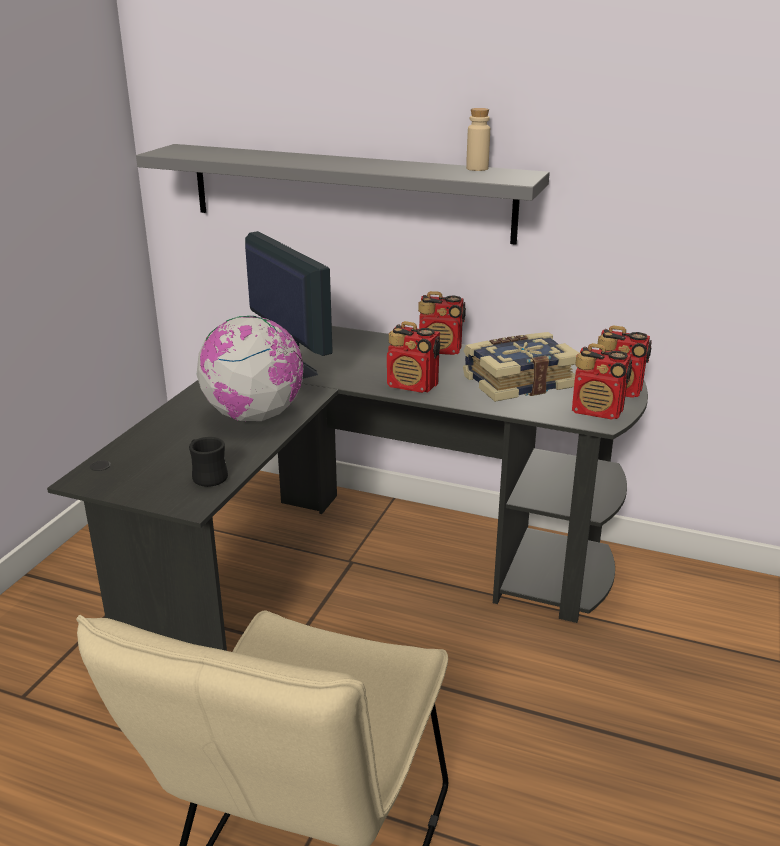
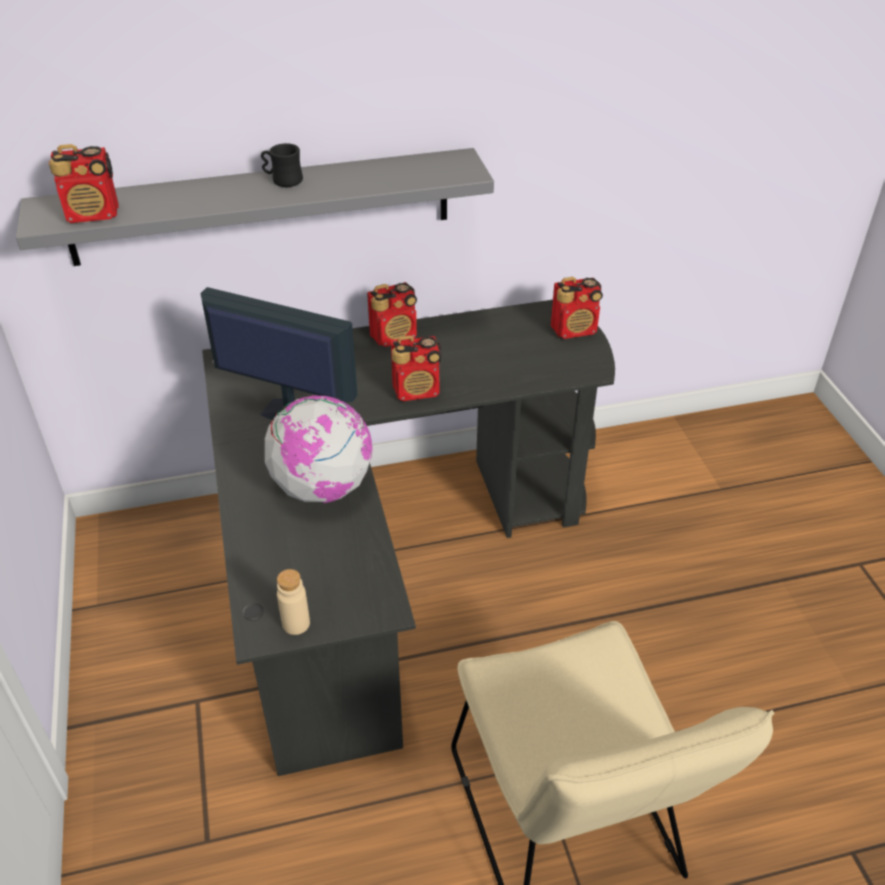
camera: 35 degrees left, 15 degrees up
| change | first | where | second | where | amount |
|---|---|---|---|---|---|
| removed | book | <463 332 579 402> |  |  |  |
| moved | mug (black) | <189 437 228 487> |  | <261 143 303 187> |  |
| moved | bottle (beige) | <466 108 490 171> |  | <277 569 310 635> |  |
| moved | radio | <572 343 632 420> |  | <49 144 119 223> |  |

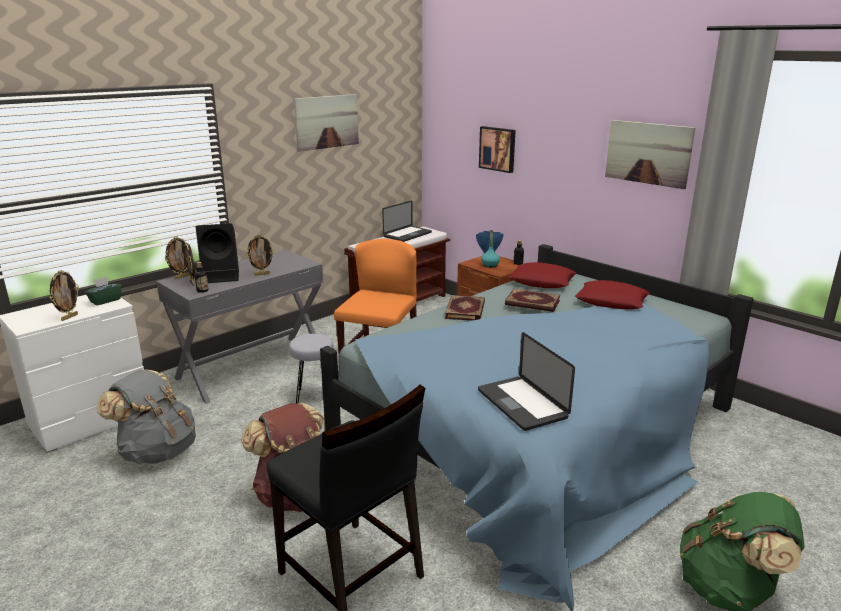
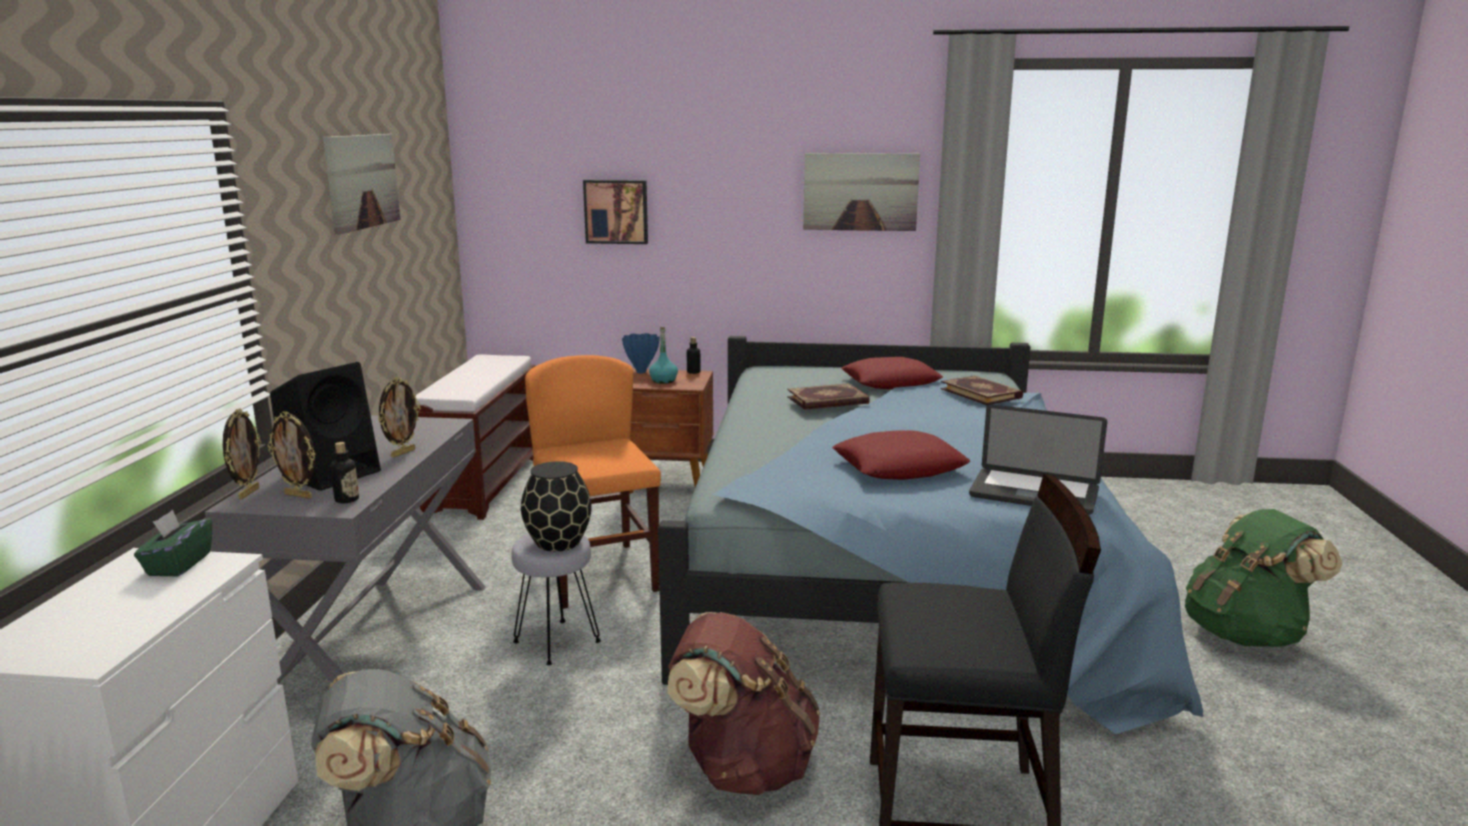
camera: 40 degrees left, 5 degrees down
| change | first | where | second | where | amount |
|---|---|---|---|---|---|
| removed | picture frame | <50 270 79 321> |  |  |  |
| removed | laptop | <382 200 432 242> |  |  |  |
| added |  |  | vase (black) | <521 461 592 552> |  |
| moved | book | <445 295 485 320> |  | <941 375 1023 405> |  |
| moved | pillow (red) | <508 262 577 288> |  | <832 430 970 480> |  |

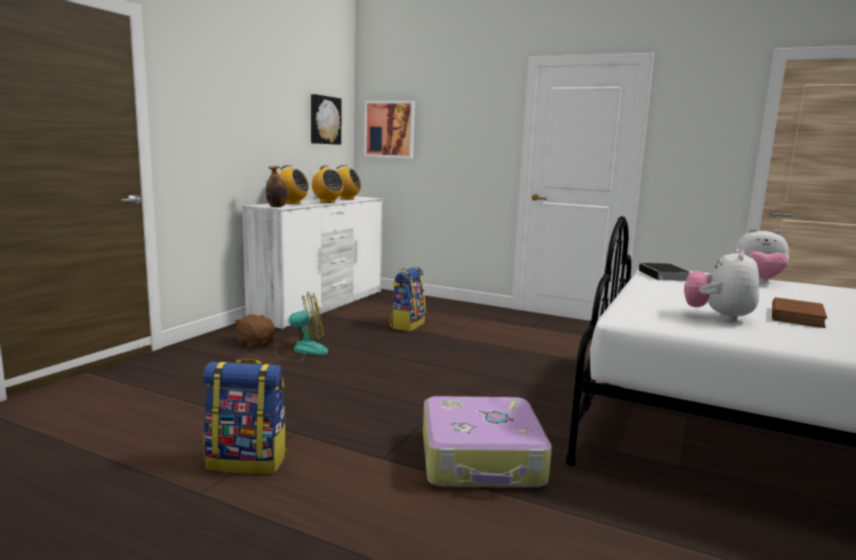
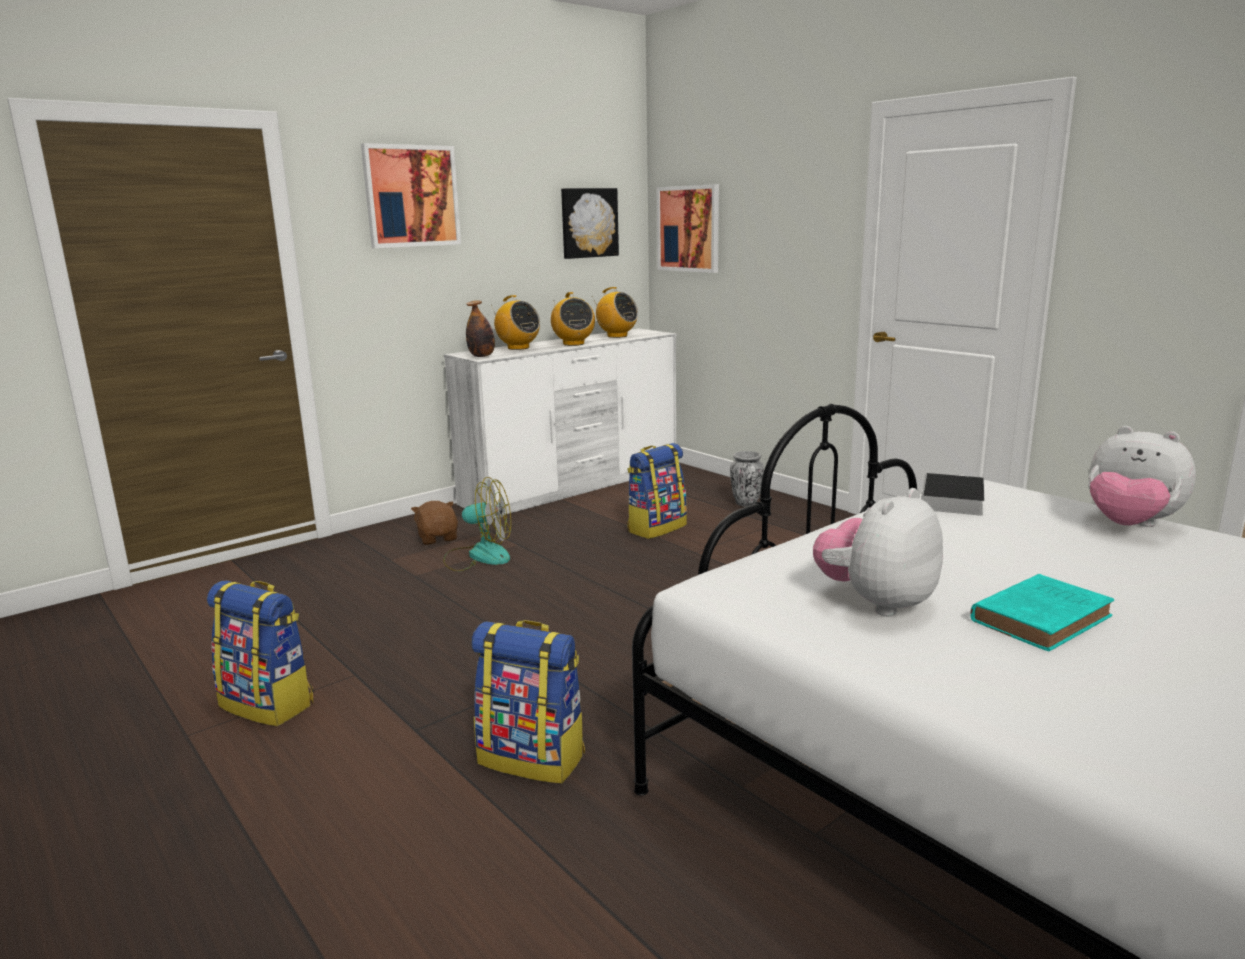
camera: 25 degrees right, 5 degrees up
| change | first | where | second | where | amount |
|---|---|---|---|---|---|
| added |  |  | picture | <361 143 461 248> |  |
| added |  |  | vase | <730 451 764 507> |  |
| replaced | suitcase | <423 396 552 488> | backpack | <472 620 585 783> |  |
| recoloured | book (brown) | <772 297 827 328> | book (turquoise) | <970 574 1114 651> |  |

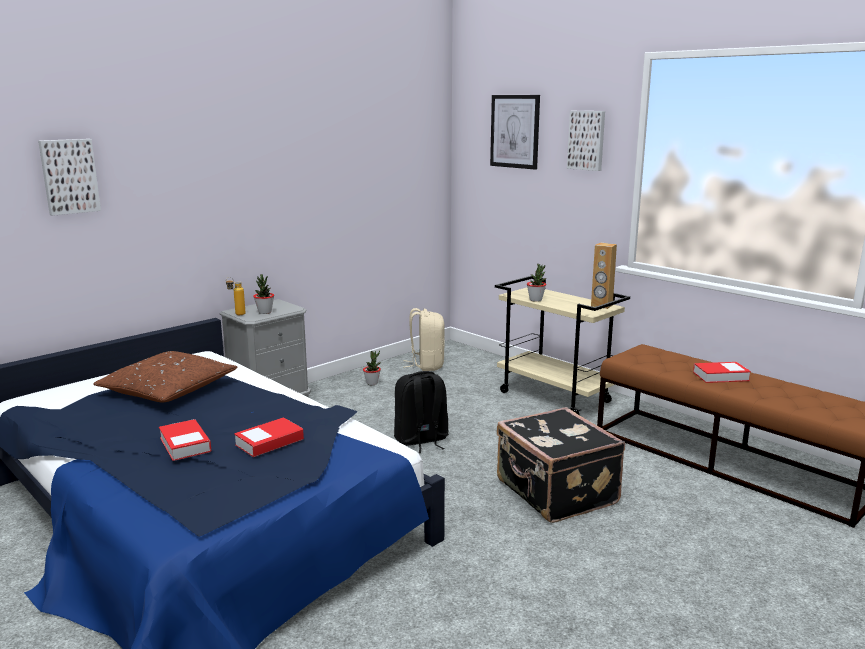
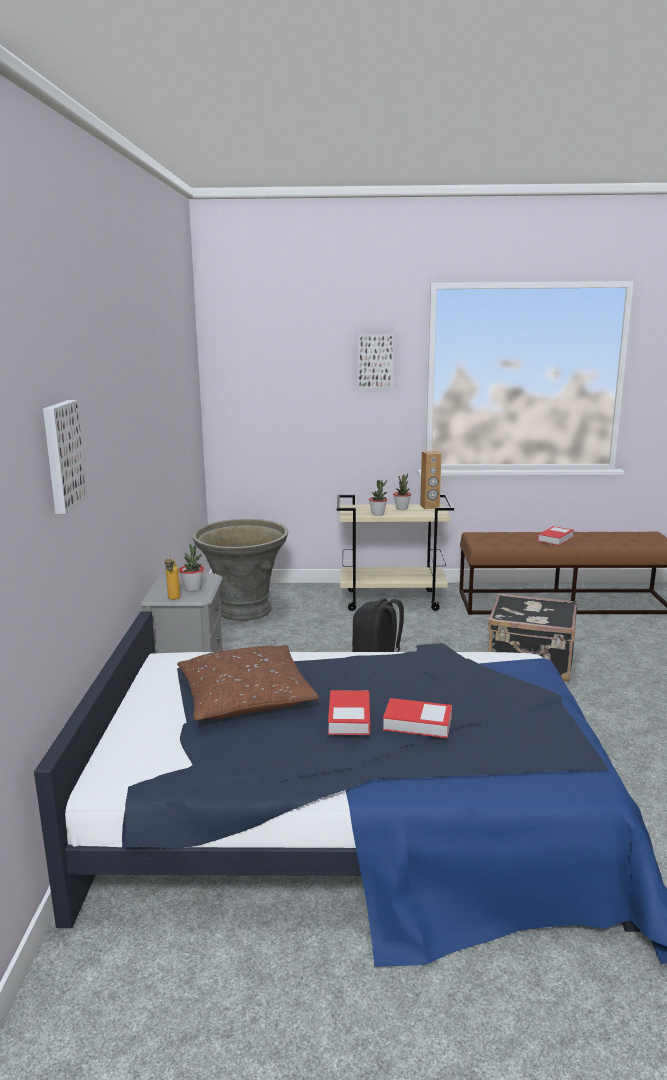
camera: 45 degrees left, 0 degrees up
| change | first | where | second | where | amount |
|---|---|---|---|---|---|
| removed | picture | <490 95 540 170> |  |  |  |
| moved | book | <234 417 304 457> |  | <328 690 370 735> |  |
| moved | potted plant | <363 351 381 385> |  | <393 474 411 510> |  |
| replaced | backpack (beige) | <403 308 445 371> | planter (grey) | <192 519 288 621> |  |

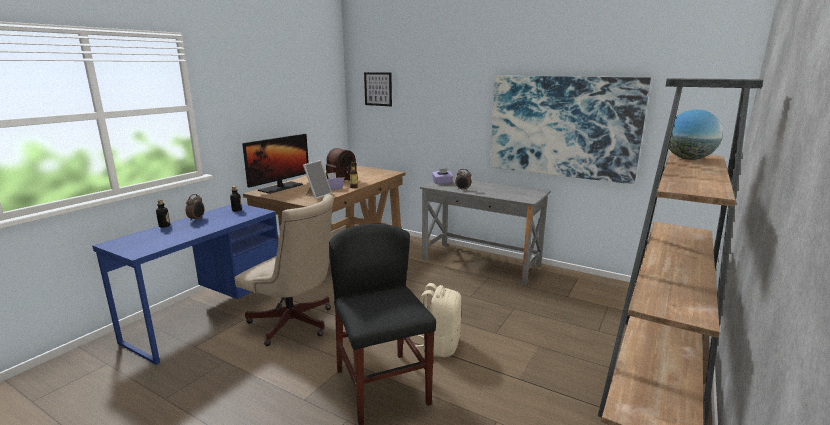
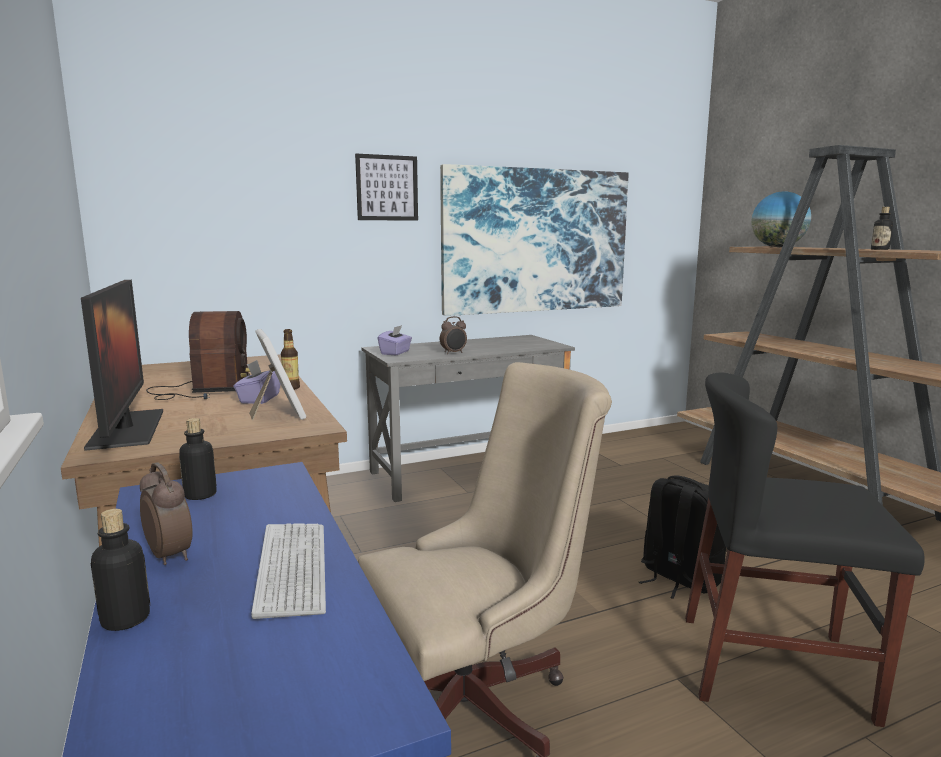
camera: 55 degrees left, 5 degrees down
| change | first | where | second | where | amount |
|---|---|---|---|---|---|
| added |  |  | keyboard | <251 523 326 619> |  |
| added |  |  | bottle | <871 207 893 250> |  |
| moved | picture | <364 72 392 106> |  | <355 154 418 221> |  |
| recoloured | backpack (beige) | <415 283 462 357> | backpack (black) | <639 475 727 599> |  |

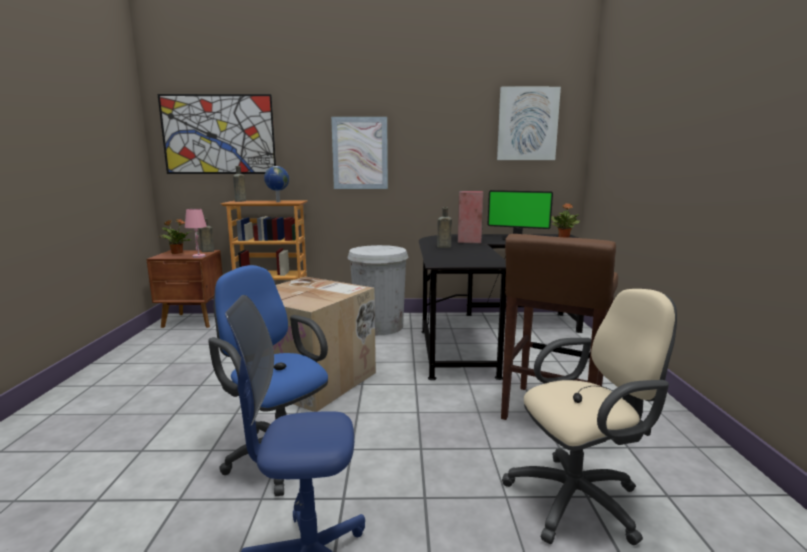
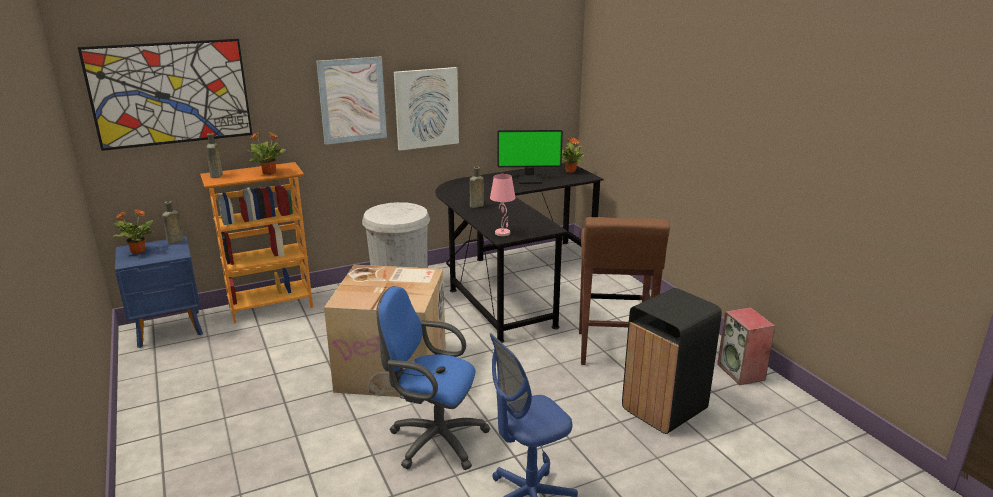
camera: 25 degrees left, 10 degrees up
| change | first | where | second | where | amount |
|---|---|---|---|---|---|
| moved | table lamp (pink) | <185 209 207 258> |  | <490 174 515 236> |  |
| moved | speaker | <458 191 484 243> |  | <717 307 775 385> |  |
| moved | picture | <497 87 561 160> |  | <394 67 459 151> |  |
| replaced | globe | <264 166 289 202> | potted plant | <247 132 286 175> |  |
| replaced | office chair (beige) | <502 289 677 545> | trash can (black) | <622 288 722 434> |  |
| recoloured | nightstand (brown) | <147 250 223 328> | nightstand (blue) | <115 236 203 348> |  |

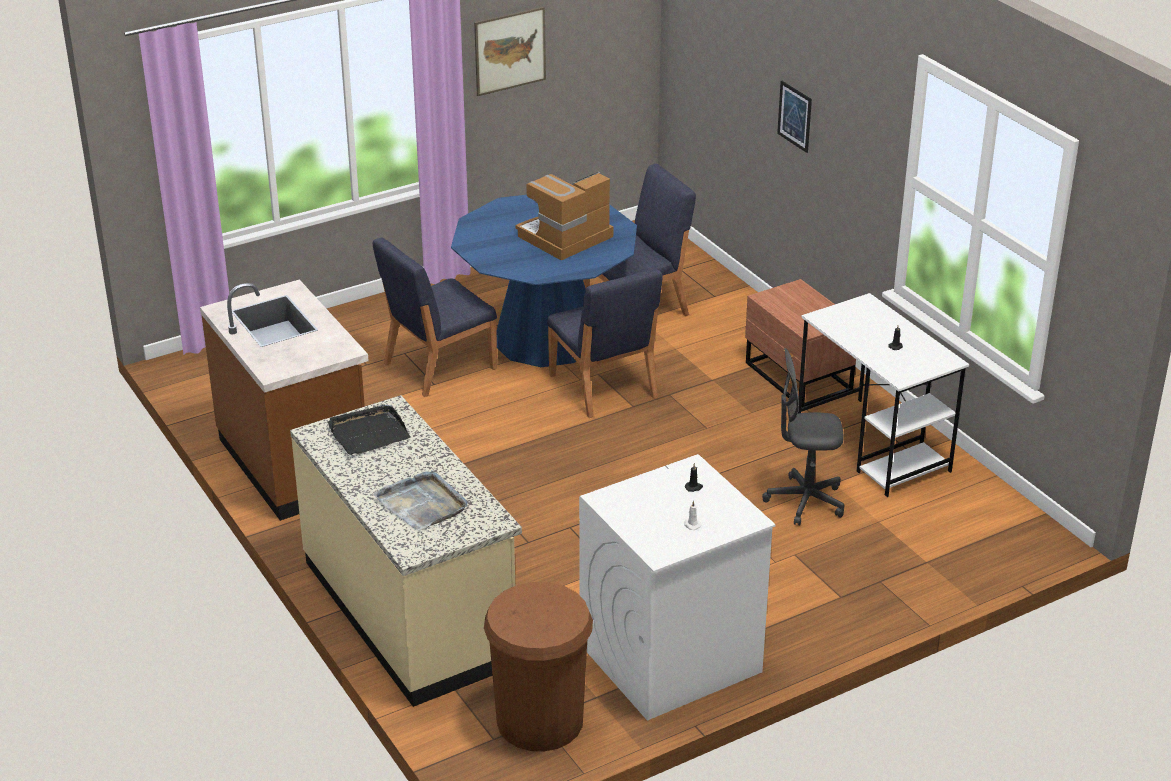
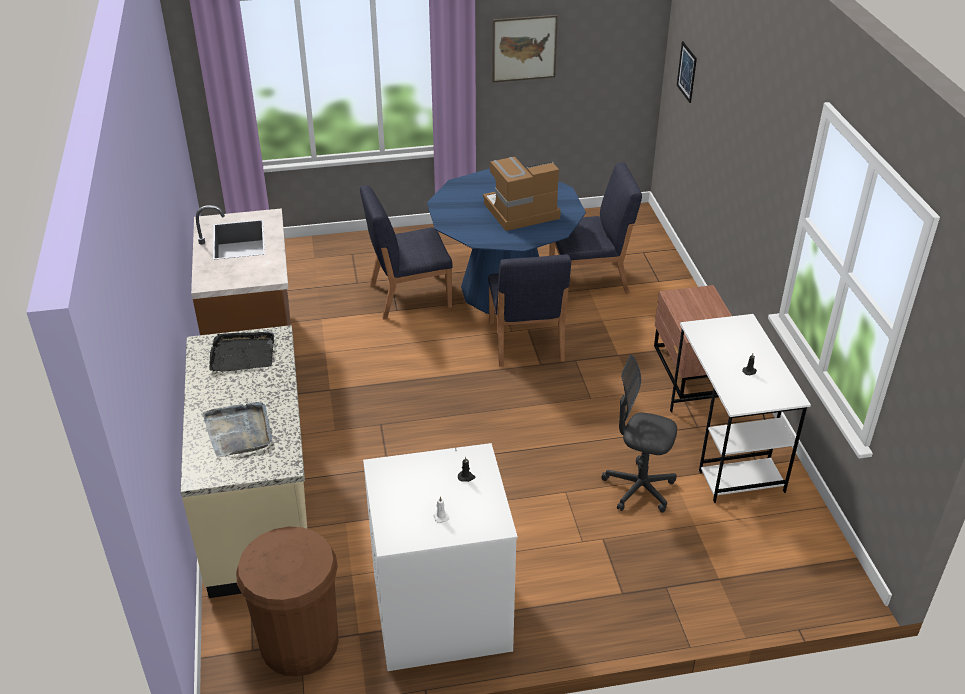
camera: 20 degrees right, 5 degrees up
| change | first | where | second | where | amount |
|---|---|---|---|---|---|
| moved | picture | <777 81 812 153> |  | <677 41 697 103> |  |

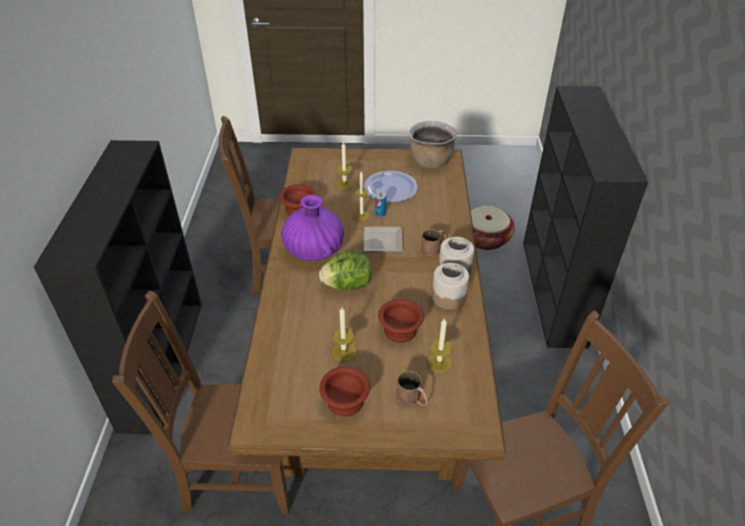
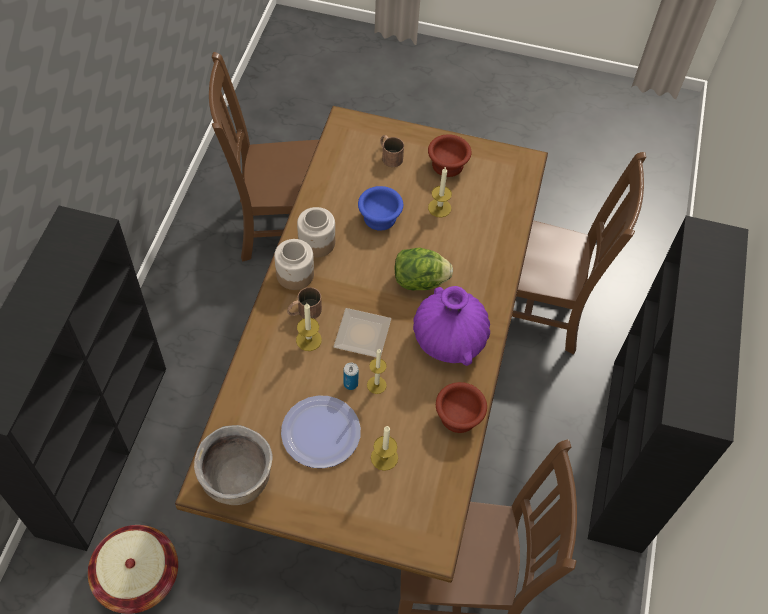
camera: 170 degrees left, 15 degrees up
| change | first | where | second | where | amount |
|---|---|---|---|---|---|
| moved | candle | <427 318 452 373> |  | <296 303 322 351> |  |
| recoloured | bowl (brown) | <378 299 424 343> | bowl (blue) | <358 186 403 231> |  |

